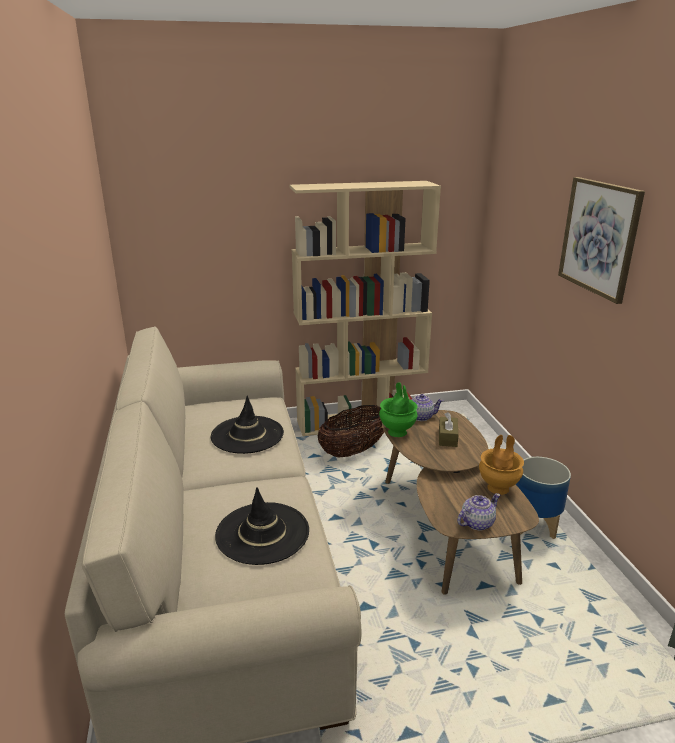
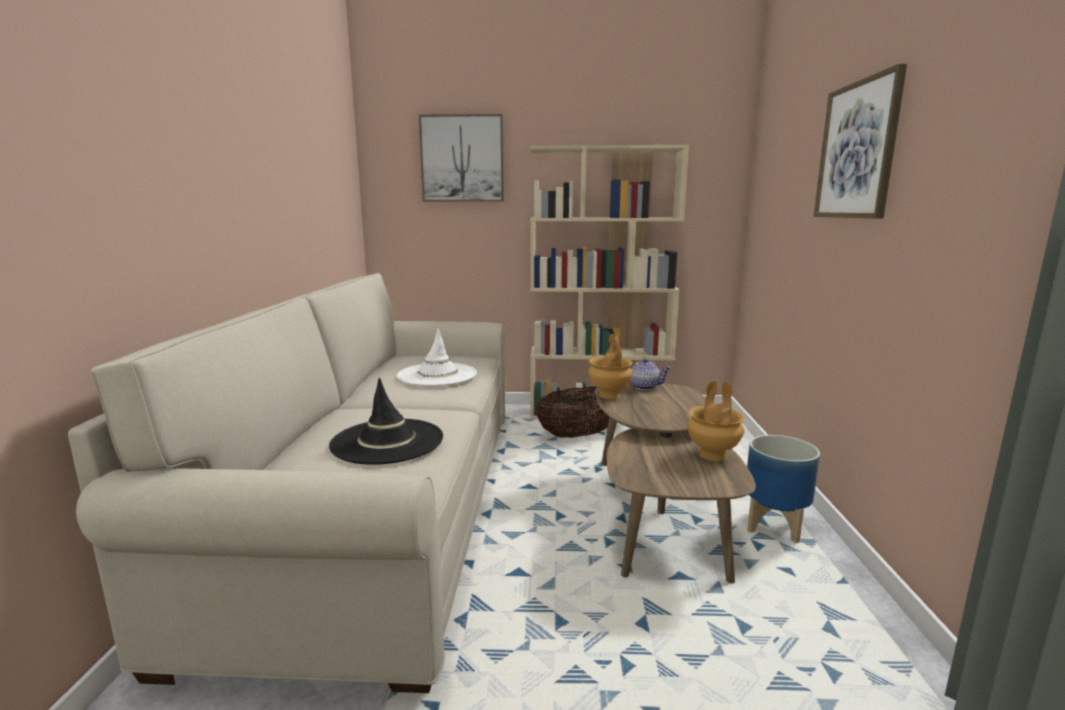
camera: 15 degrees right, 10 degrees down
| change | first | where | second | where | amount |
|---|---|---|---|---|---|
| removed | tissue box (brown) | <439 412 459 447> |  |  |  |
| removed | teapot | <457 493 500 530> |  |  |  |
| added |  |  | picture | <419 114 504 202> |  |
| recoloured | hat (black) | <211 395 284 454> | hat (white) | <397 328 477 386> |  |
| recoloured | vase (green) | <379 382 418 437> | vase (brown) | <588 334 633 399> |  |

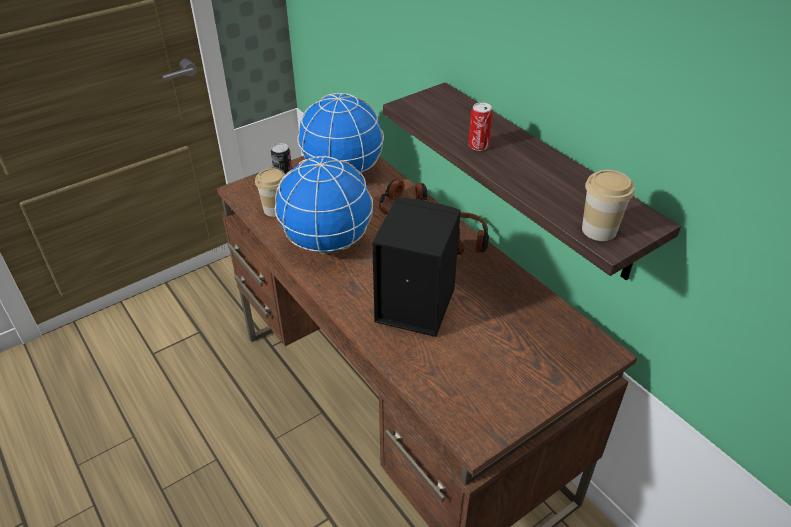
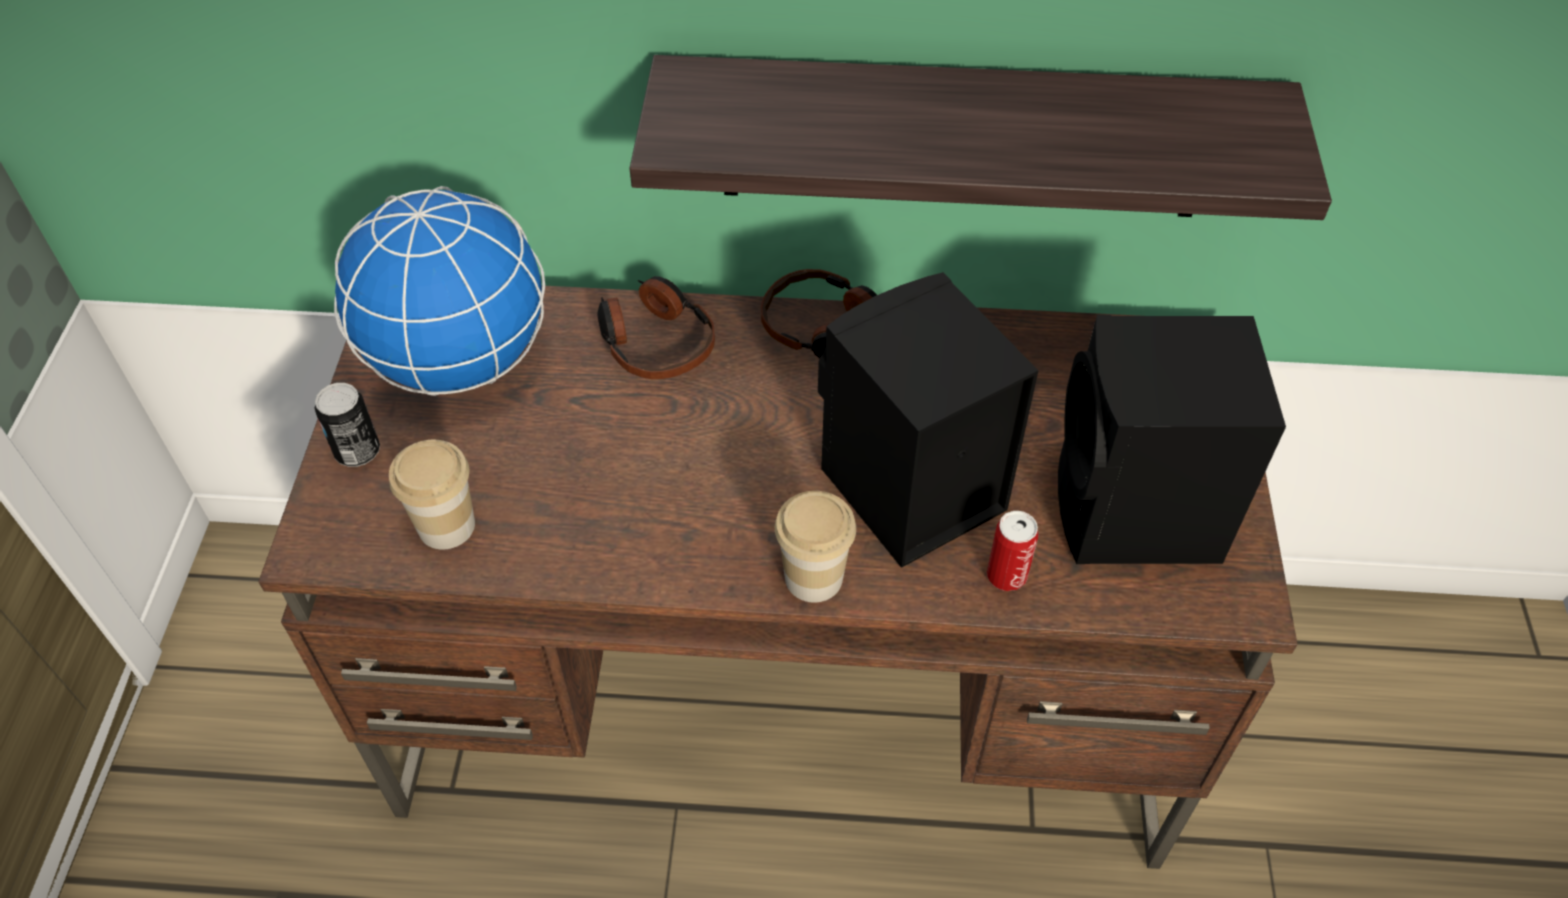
camera: 50 degrees left, 10 degrees up
| change | first | where | second | where | amount |
|---|---|---|---|---|---|
| removed | globe | <275 156 373 254> |  |  |  |
| added |  |  | speaker (black) | <1058 315 1286 564> |  |
| moved | can | <468 102 493 151> |  | <987 511 1038 591> |  |
| moved | cup | <582 170 635 241> |  | <775 491 856 603> |  |

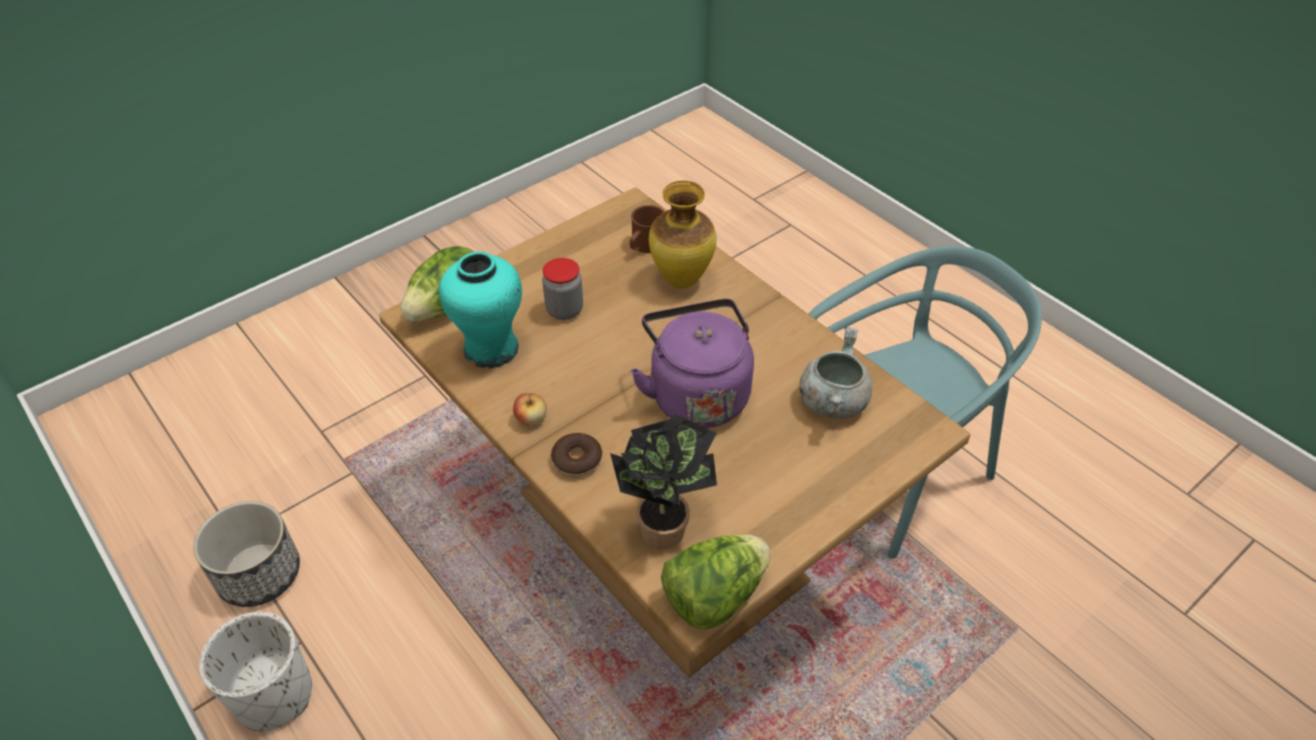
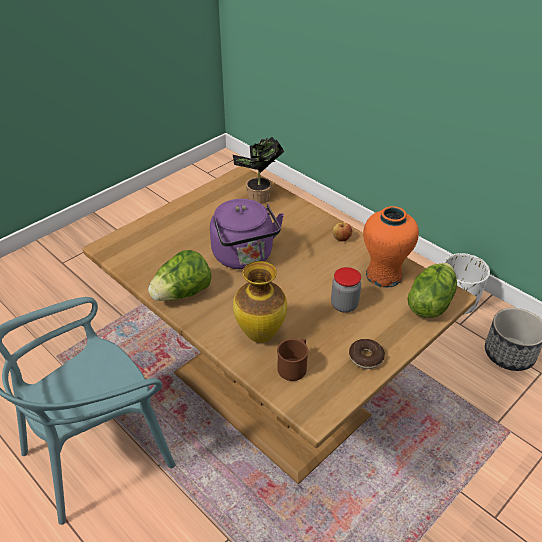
camera: 175 degrees right, 5 degrees down
| change | first | where | second | where | amount |
|---|---|---|---|---|---|
| removed | cooking pot (grey) | <799 327 872 419> |  |  |  |
| moved | donut | <551 433 602 477> |  | <349 339 385 369> |  |
| moved | lettuce | <661 534 771 629> |  | <148 250 212 301> |  |
| recoloured | vase (turquoise) | <439 251 522 368> | vase (orange) | <363 206 419 288> |  |

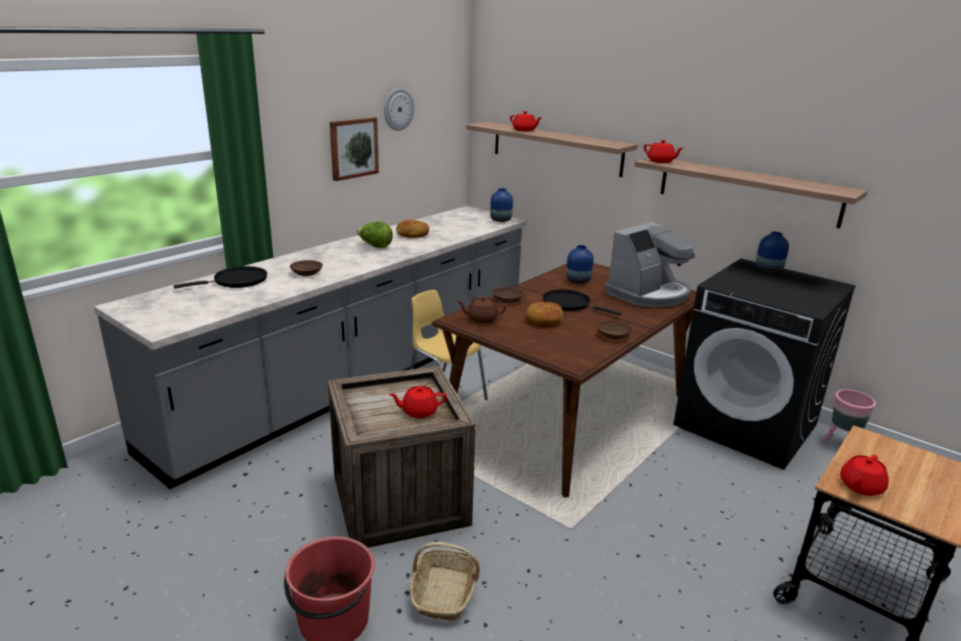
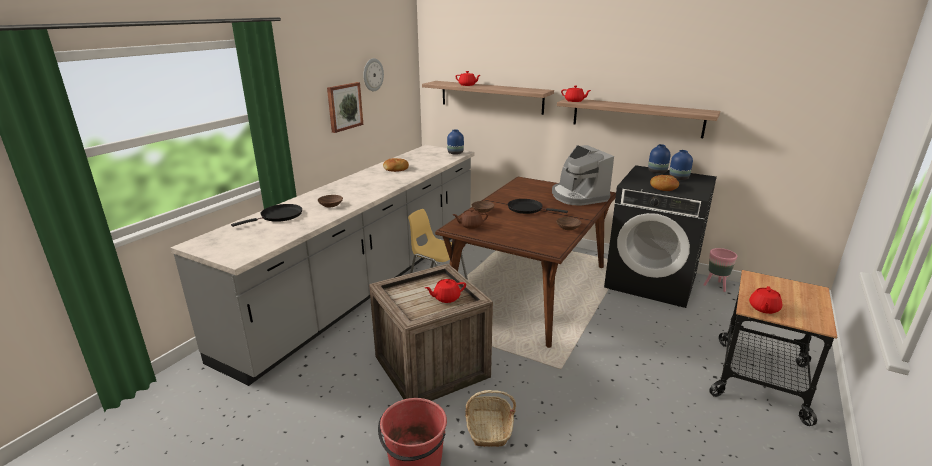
camera: 10 degrees left, 0 degrees up
| change | first | where | second | where | amount |
|---|---|---|---|---|---|
| removed | lettuce | <357 222 393 248> |  |  |  |
| moved | bread | <525 302 563 327> |  | <650 175 679 191> |  |
| moved | vase (blue) | <566 245 594 284> |  | <669 150 693 180> |  |
| turned | coffee machine | <605 222 695 308> |  | <552 145 614 206> | 120 degrees clockwise |

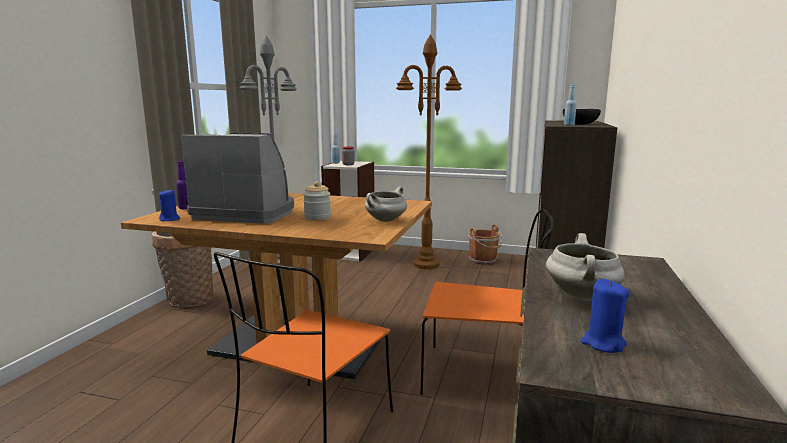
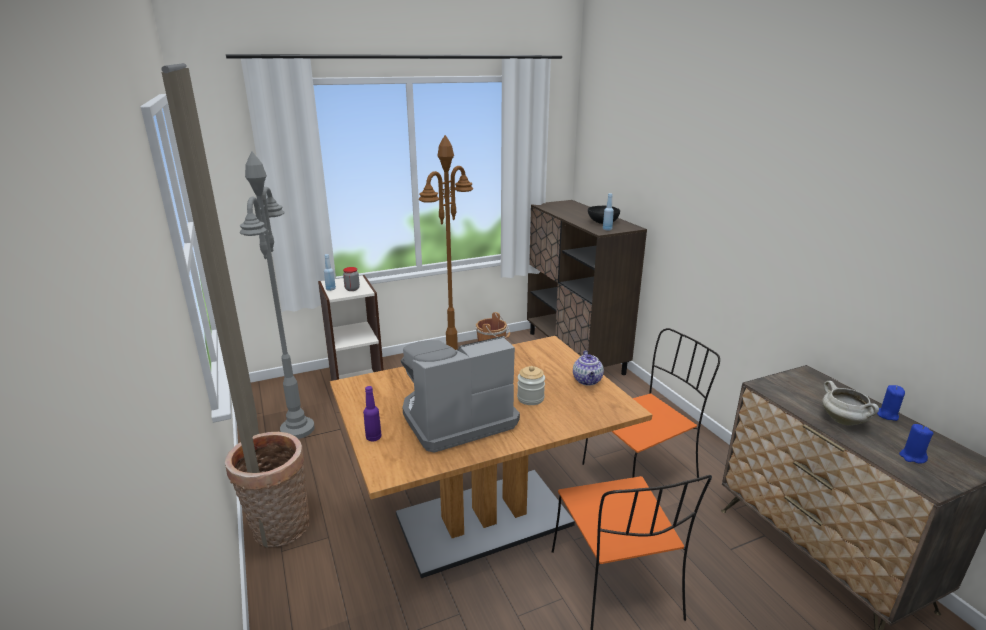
camera: 40 degrees left, 10 degrees up
| change | first | where | second | where | amount |
|---|---|---|---|---|---|
| moved | candle (blue) | <159 189 180 221> |  | <877 385 905 421> |  |
| replaced | cooking pot (white) | <365 187 407 222> | teapot | <573 350 604 386> |  |

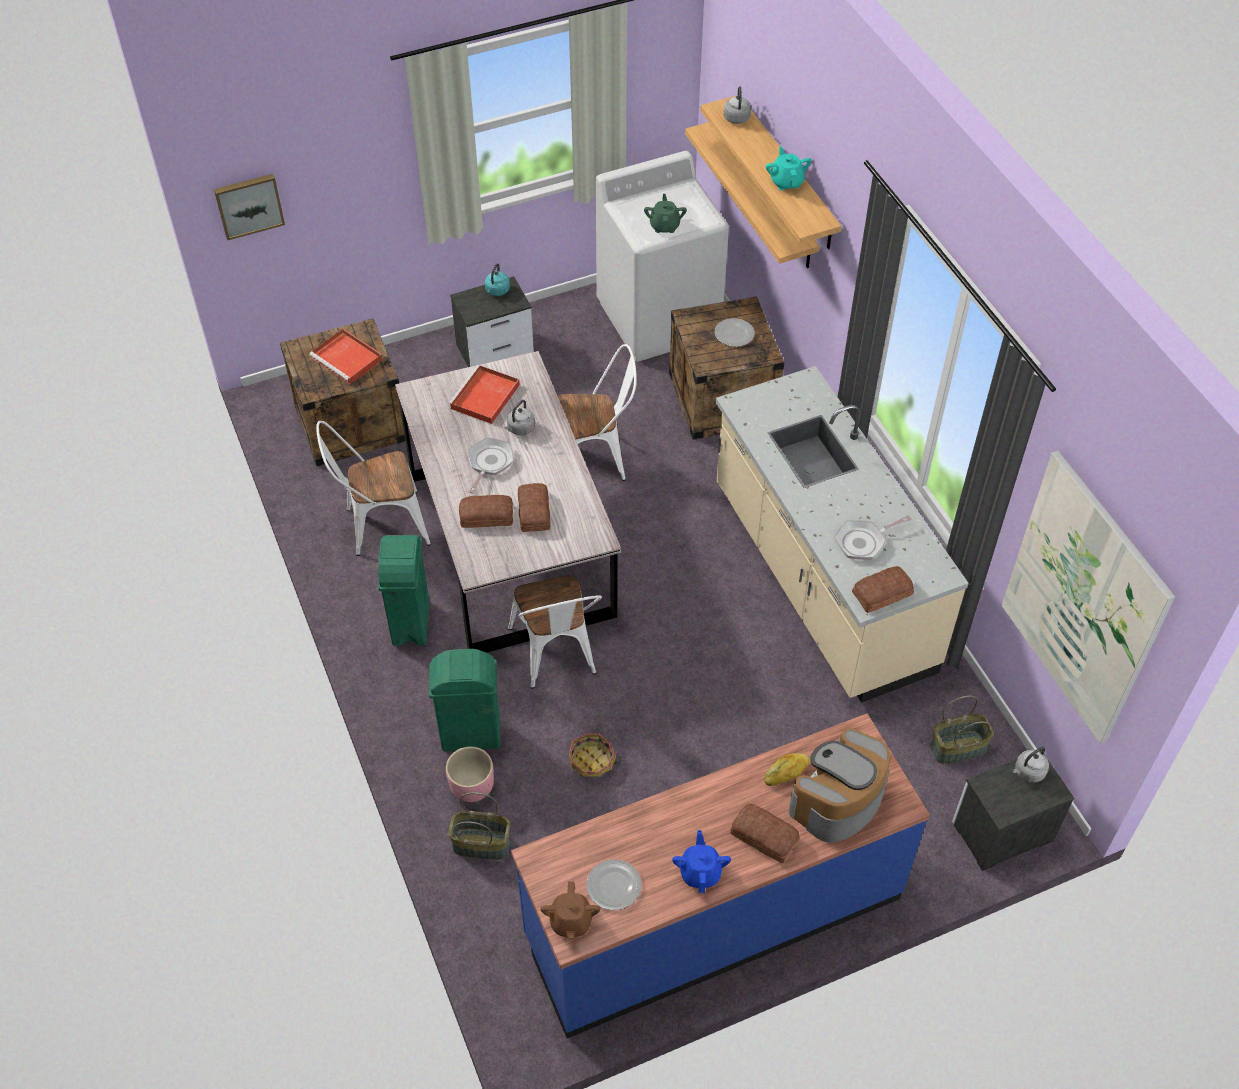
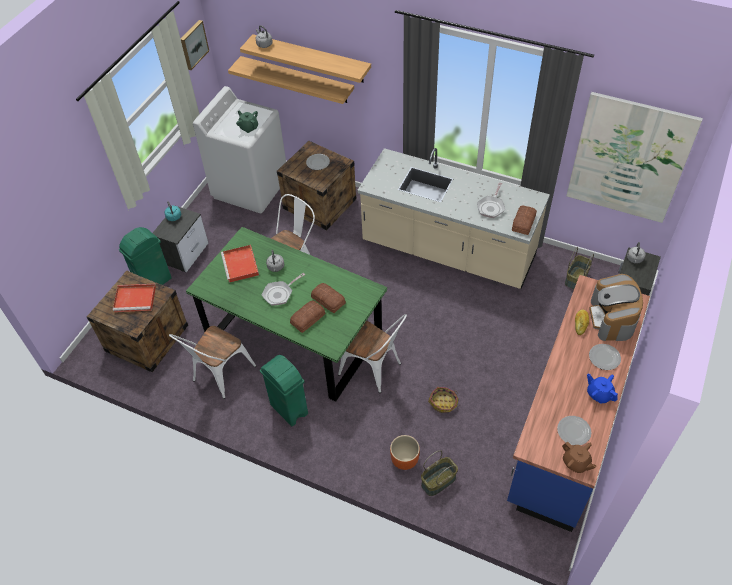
camera: 40 degrees left, 0 degrees up
| change | first | where | second | where | amount |
|---|---|---|---|---|---|
| removed | teapot (turquoise) | <766 147 811 190> |  |  |  |
| moved | picture | <214 174 285 240> |  | <181 20 209 70> |  |
| moved | trash can (green) | <429 649 500 751> |  | <119 227 172 285> |  |
| replaced | bread | <730 803 800 863> | plate | <589 344 621 370> |  |
| recoloured | dining table (grey) | <395 351 621 653> | dining table (green) | <186 227 387 402> |  |
| recoloured | planter (pink) | <446 747 494 802> | planter (orange) | <390 435 420 470> |  |
| turned | frying pan | <468 437 514 494> |  | <262 273 305 306> | 105 degrees counterclockwise |

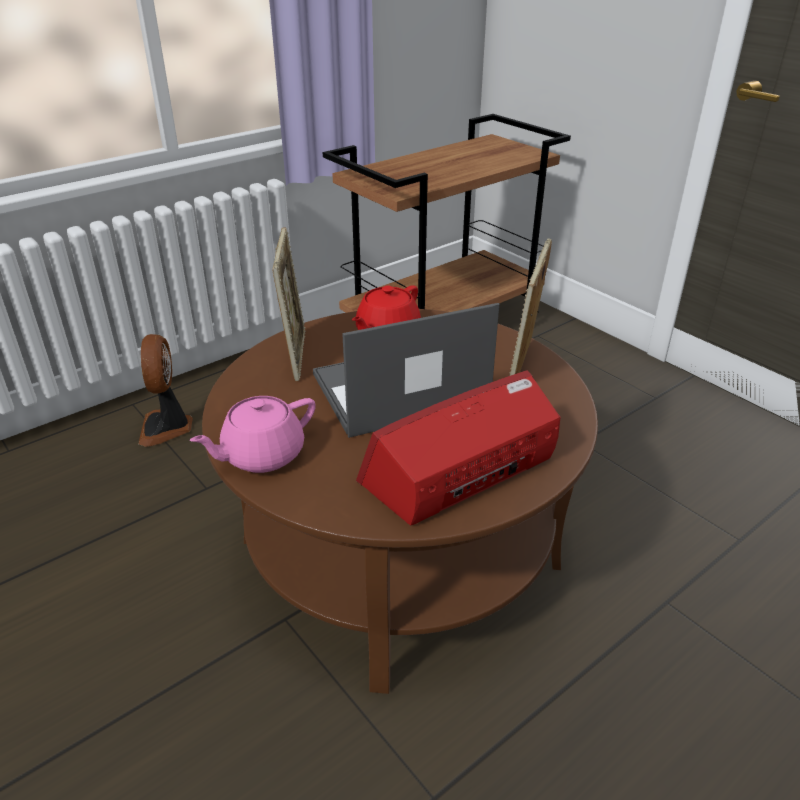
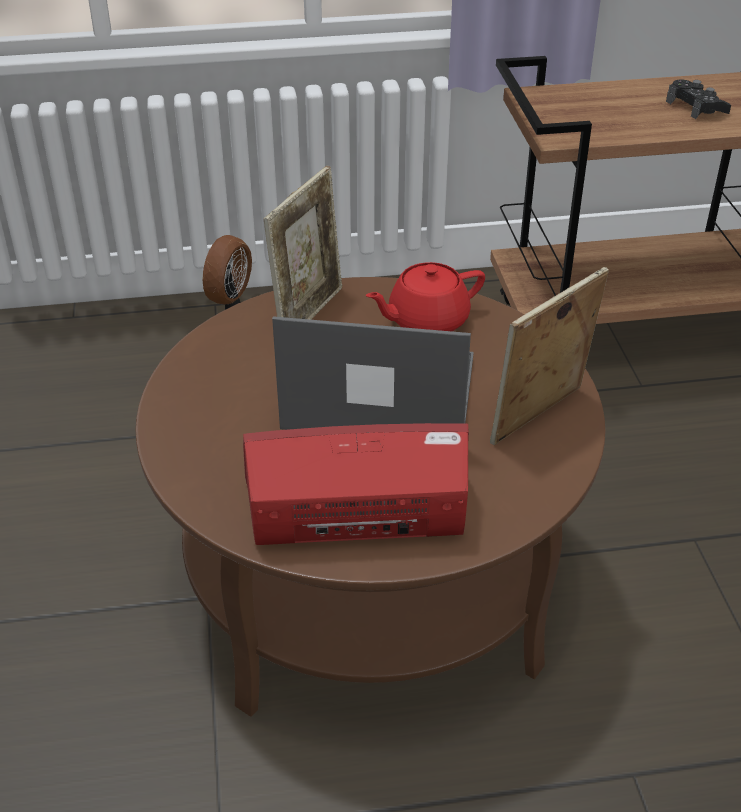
camera: 30 degrees right, 5 degrees up
| change | first | where | second | where | amount |
|---|---|---|---|---|---|
| removed | teapot (pink) | <190 396 316 473> |  |  |  |
| added |  |  | game controller (black) | <666 79 731 119> |  |

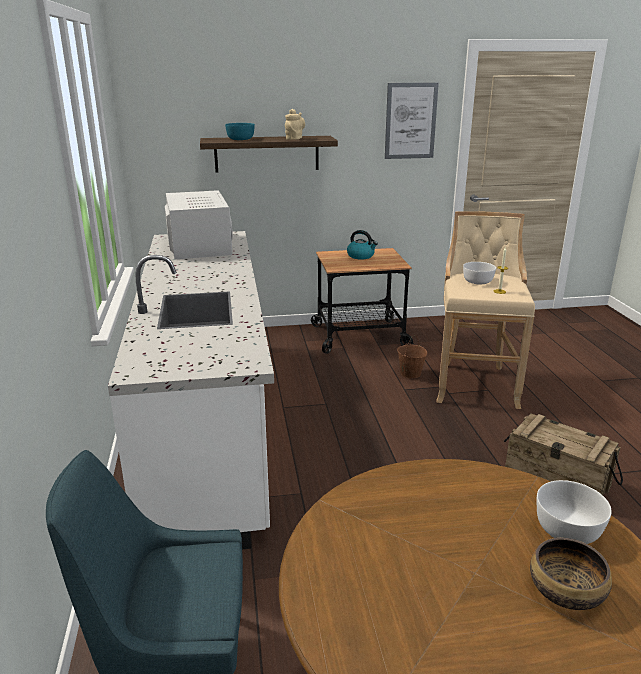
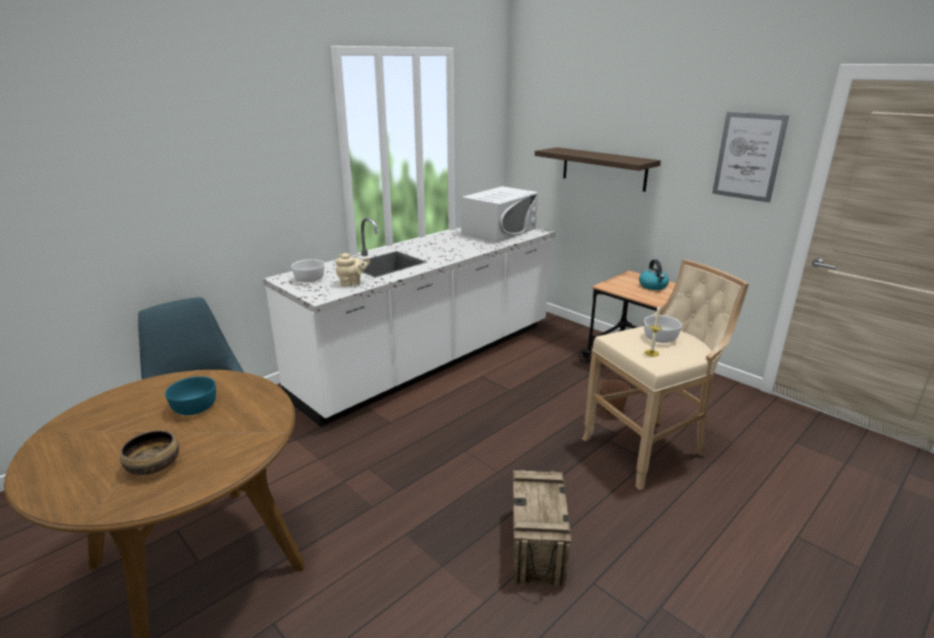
camera: 55 degrees right, 0 degrees up
| change | first | where | second | where | amount |
|---|---|---|---|---|---|
| moved | bowl (turquoise) | <225 123 255 140> |  | <165 376 216 415> |  |
| moved | teapot (beige) | <285 109 305 140> |  | <336 253 370 286> |  |
| moved | bowl (white) | <536 480 612 544> |  | <291 259 325 283> |  |

